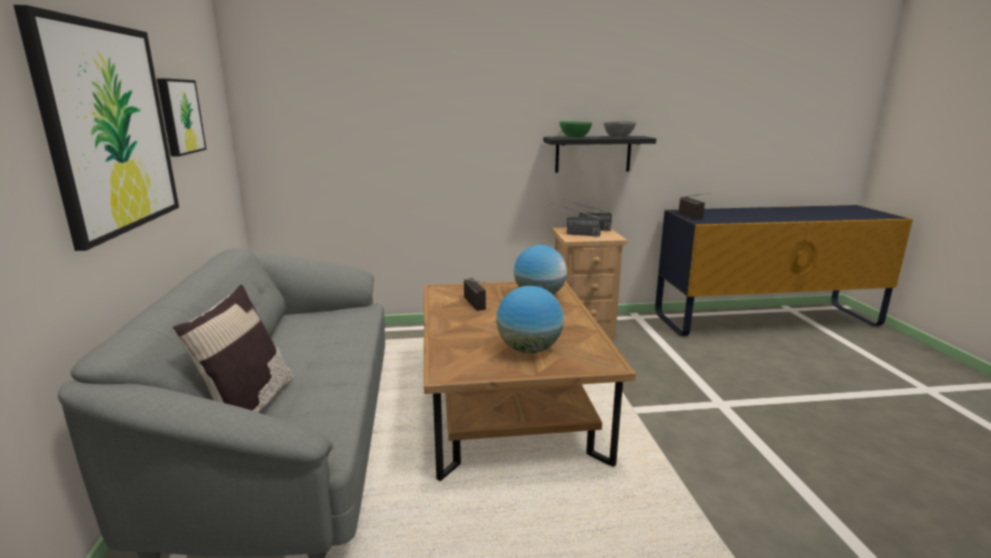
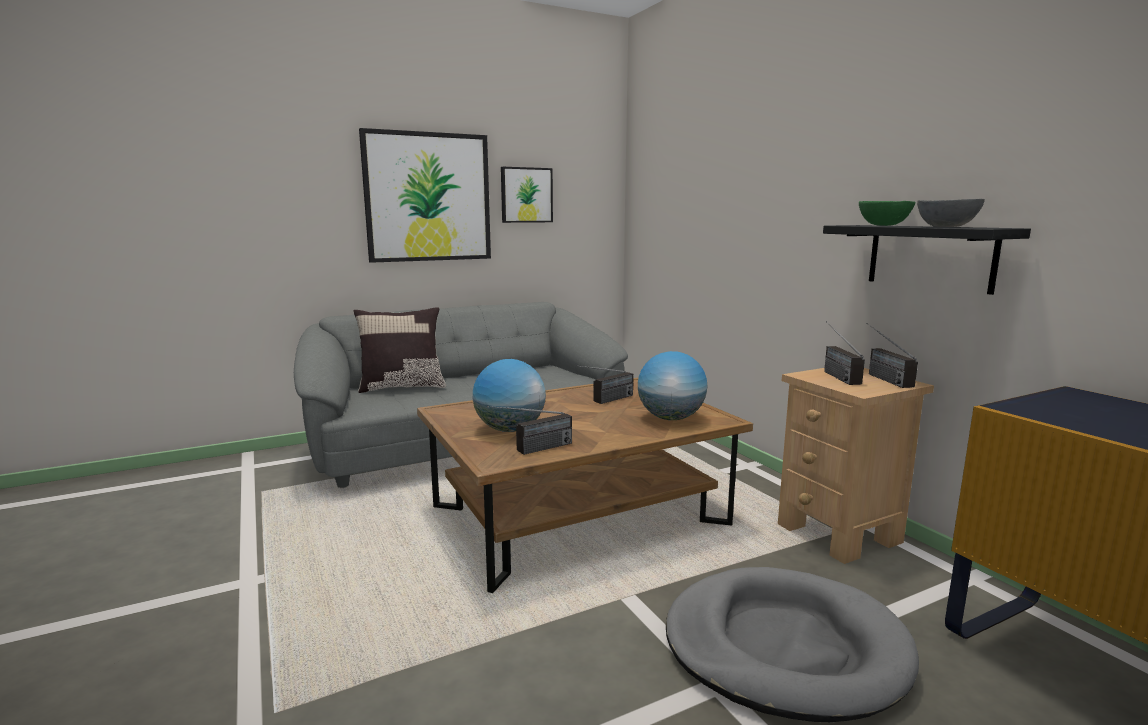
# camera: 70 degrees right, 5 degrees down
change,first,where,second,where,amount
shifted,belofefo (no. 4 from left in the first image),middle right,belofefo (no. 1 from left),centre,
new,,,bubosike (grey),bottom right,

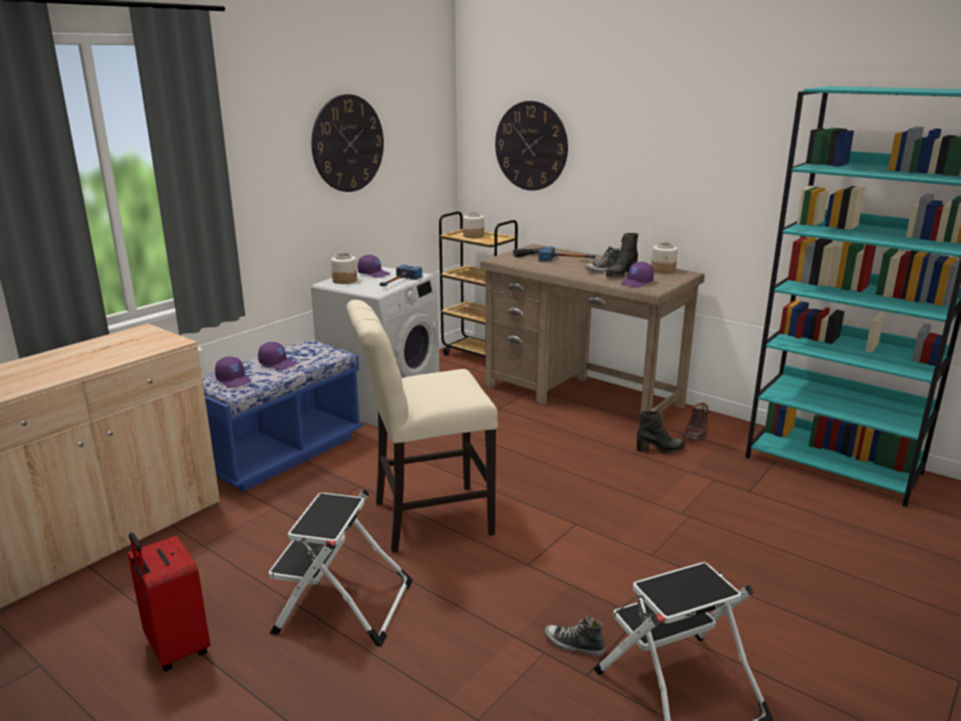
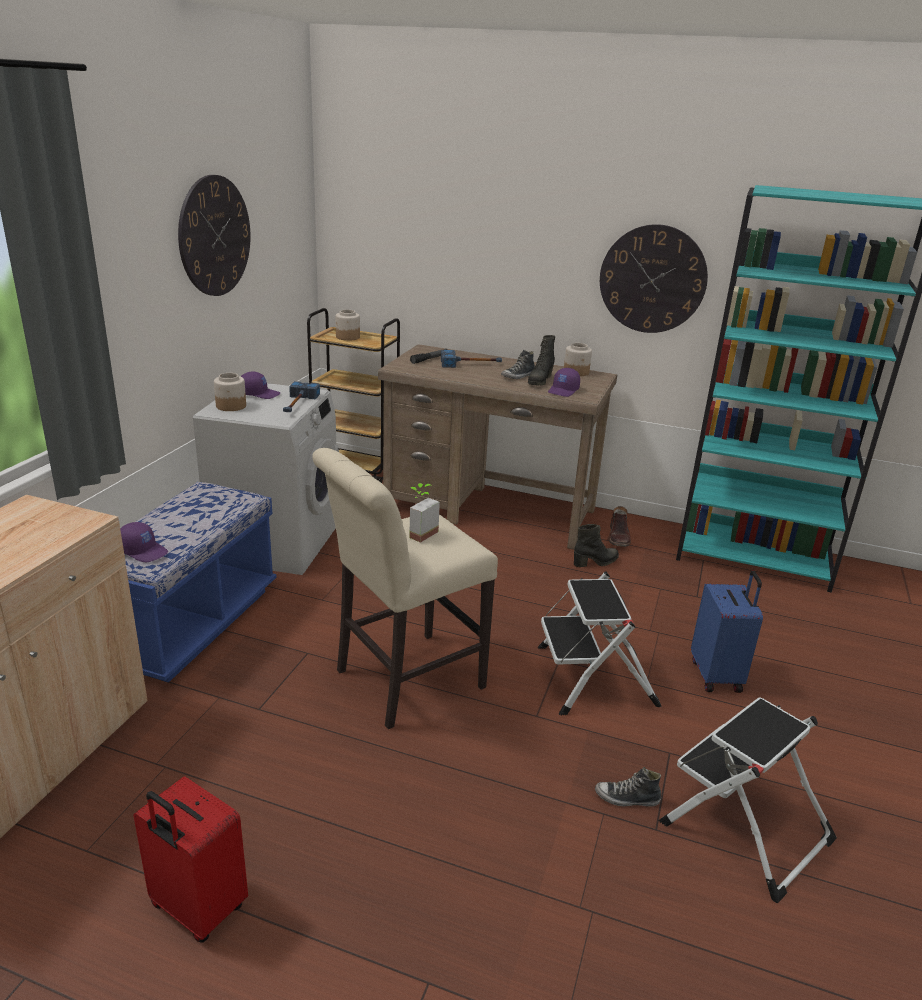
# camera: 20 degrees left, 5 degrees up
change,first,where,second,where,amount
shifted,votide (no. 2 from left),top centre,,top right,
gone,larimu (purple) (no. 2 from left),middle left,,,
shifted,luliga (no. 1 from left),bottom centre,,centre,
new,,,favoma,centre,
new,,,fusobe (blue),middle right,

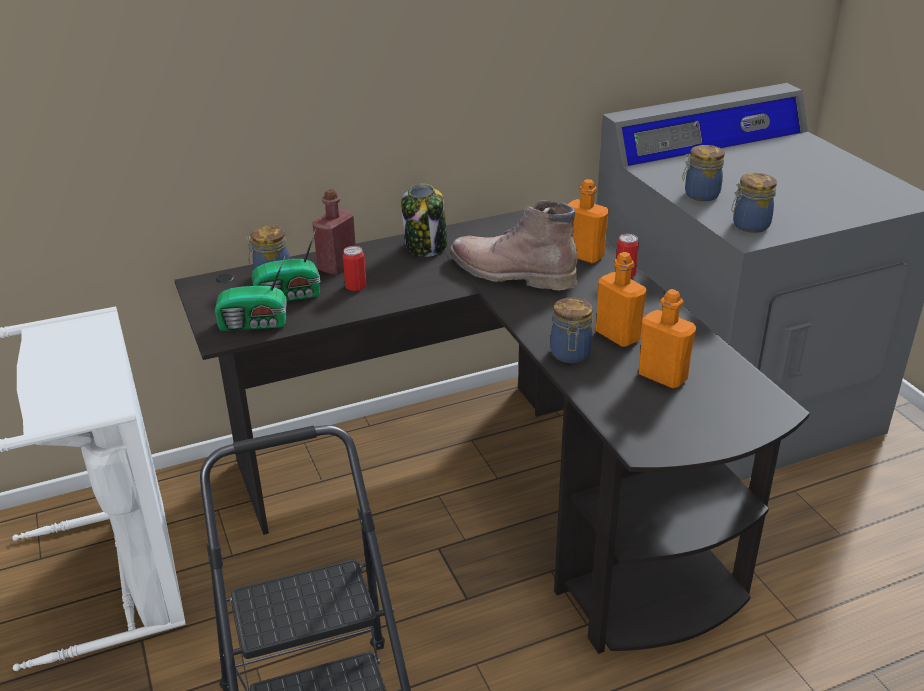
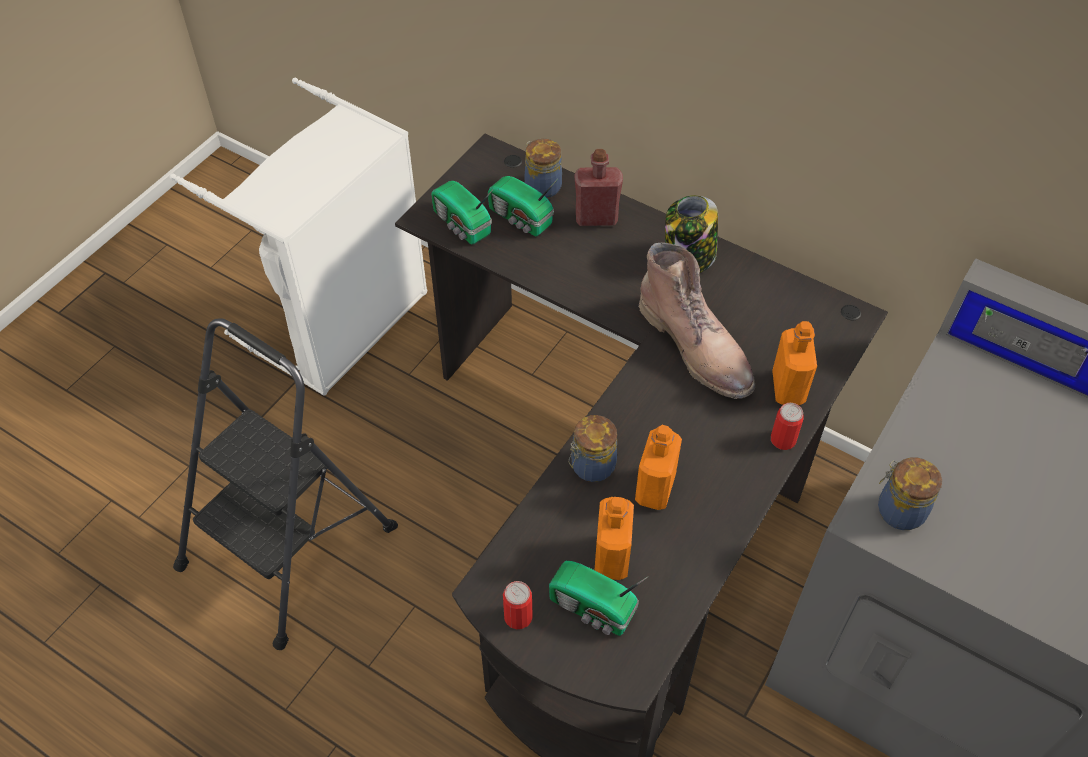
# camera: 55 degrees right, 20 degrees up
change,first,where,second,where,amount
gone,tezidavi (no. 4 from left),top right,,,
rotated,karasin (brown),centre,,centre,150 degrees clockwise
shifted,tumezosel (no. 1 from left),centre,,bottom centre,
new,,,belofefo (no. 3 from left),bottom centre,

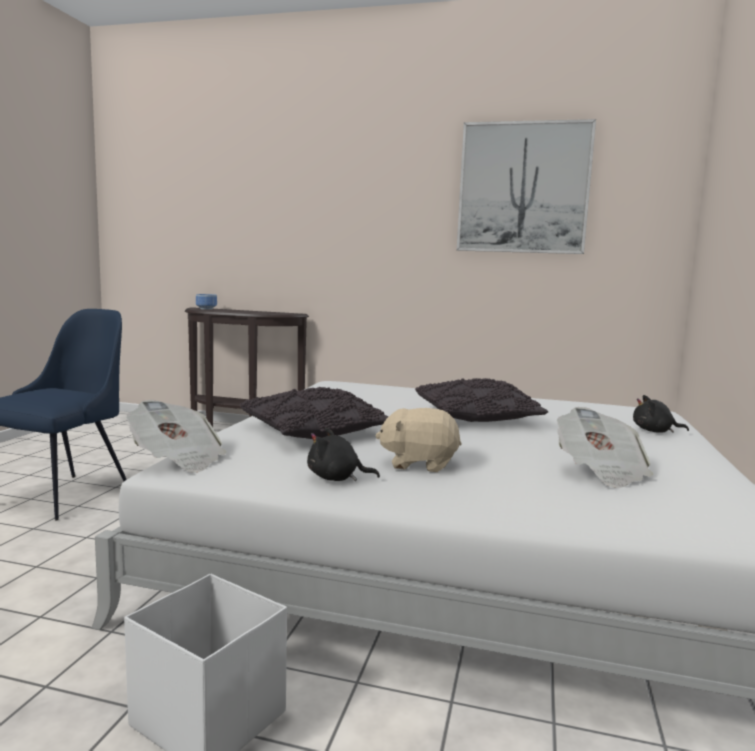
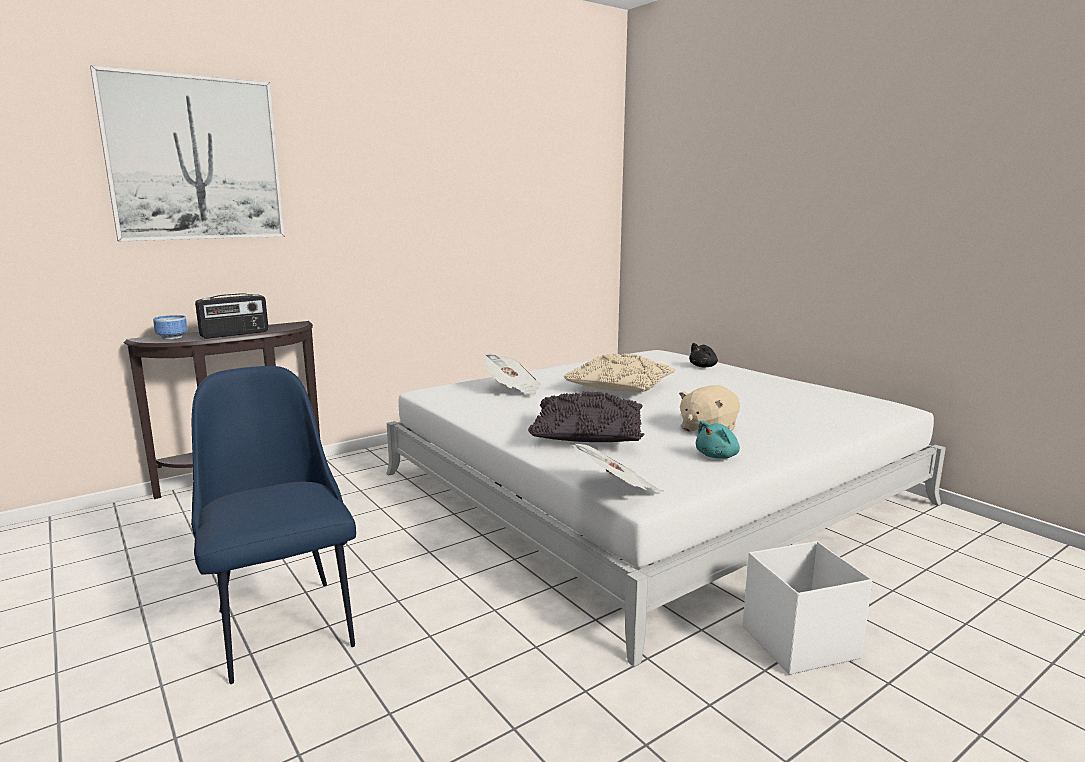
# camera: 50 degrees left, 5 degrees up
change,first,where,second,where,amount
shifted,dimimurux,top right,,top left,
repainted,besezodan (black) (no. 2 from left),centre,besezodan (beige),centre,
shifted,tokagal (no. 2 from left in the first image),middle right,tokagal (no. 1 from left),centre,
repainted,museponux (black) (no. 1 from left),centre,museponux (turquoise),centre,
new,,,belofefo,middle left,

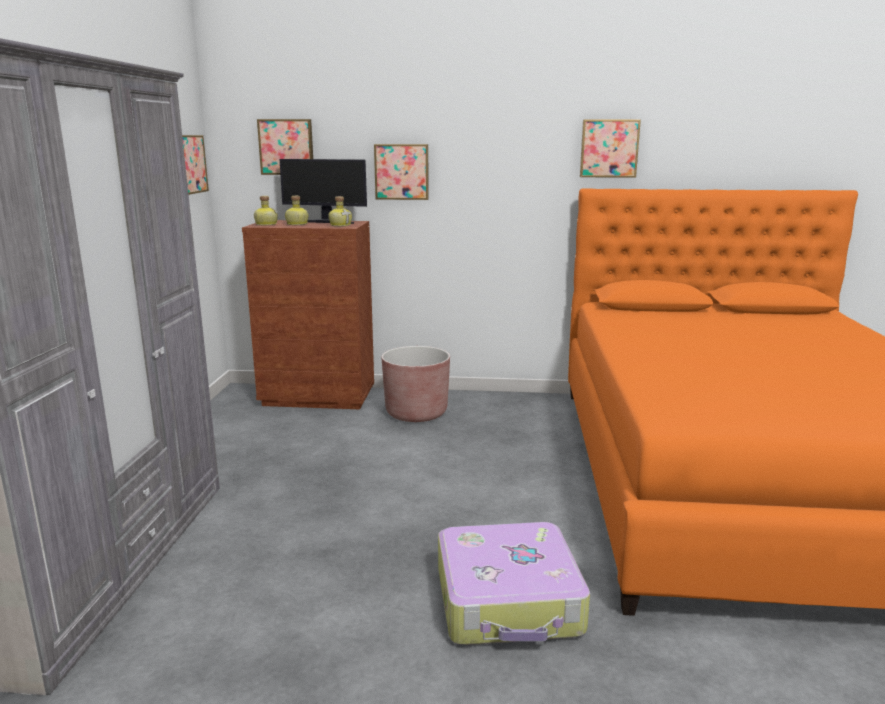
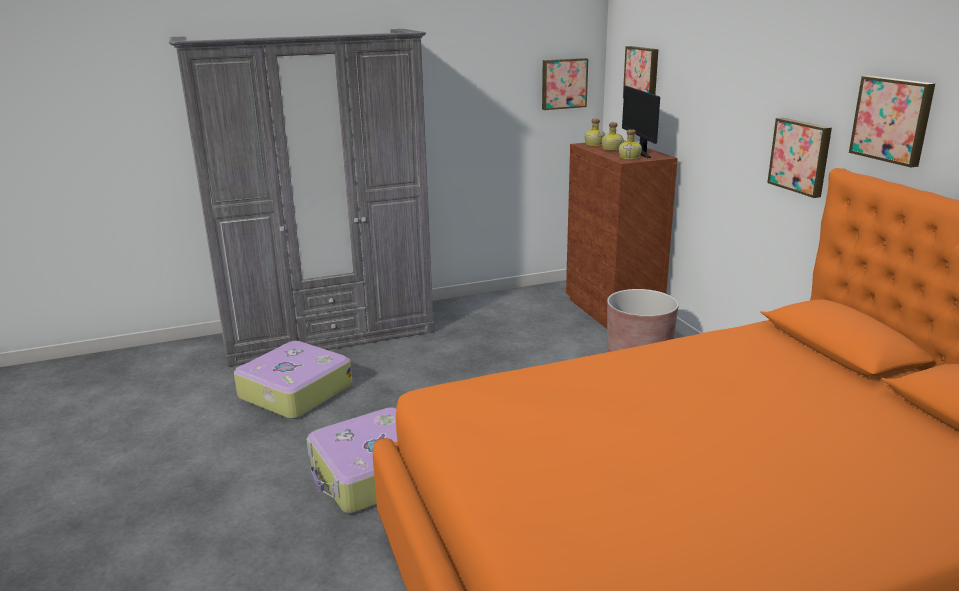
# camera: 65 degrees right, 5 degrees up
change,first,where,second,where,amount
shifted,dimimurux (no. 3 from left),top centre,,top right,
new,,,fusobe (no. 1 from left),middle left,

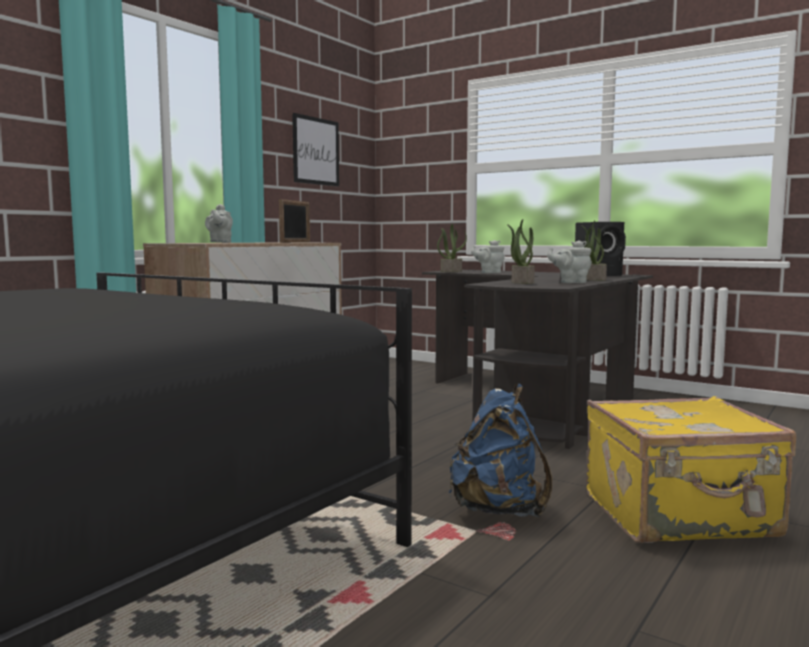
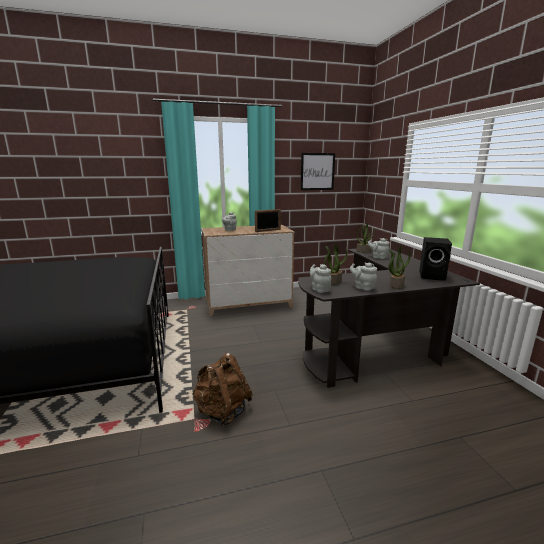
# camera: 40 degrees right, 10 degrees up
change,first,where,second,where,amount
repainted,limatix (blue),bottom centre,limatix (brown),bottom centre,
gone,fusobe (yellow),bottom right,,,
new,,,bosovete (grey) (no. 2 from left),centre,

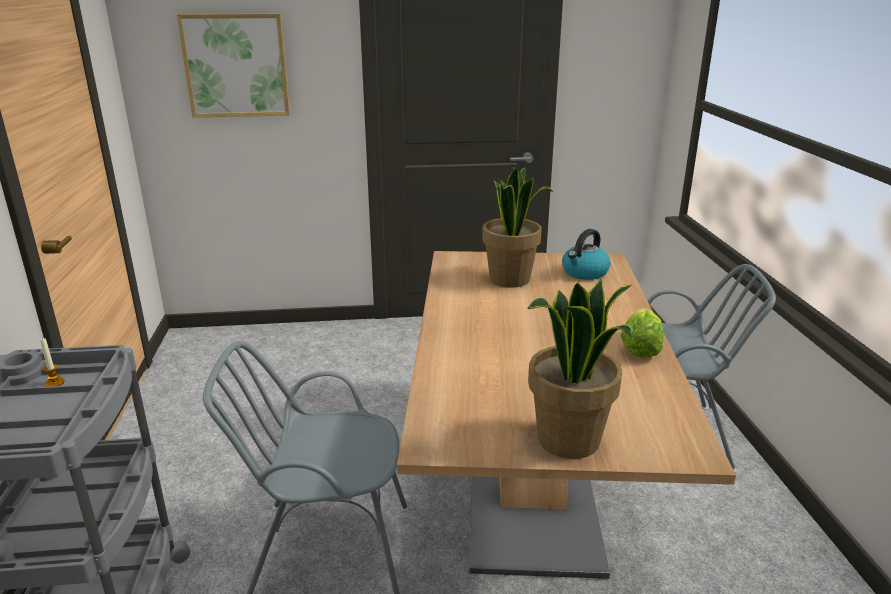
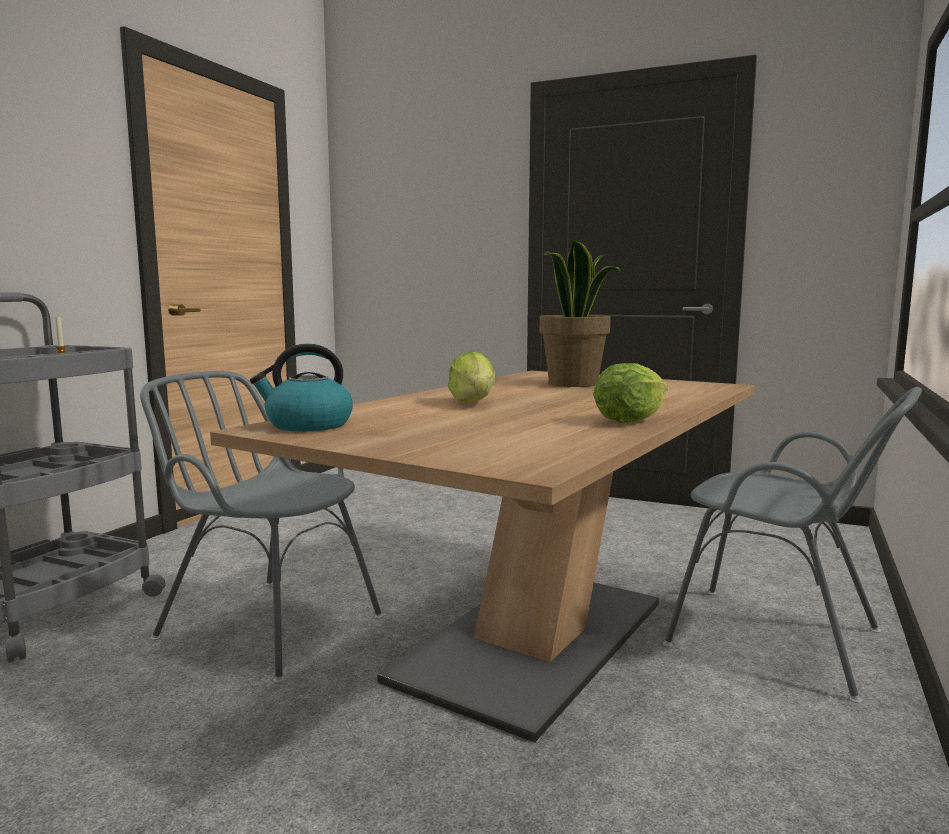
# camera: 30 degrees right, 15 degrees down
change,first,where,second,where,amount
gone,dimimurux,top left,,,
shifted,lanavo,centre,,middle left,
gone,favoma (no. 2 from left),centre,,,
new,,,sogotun (no. 1 from left),centre,

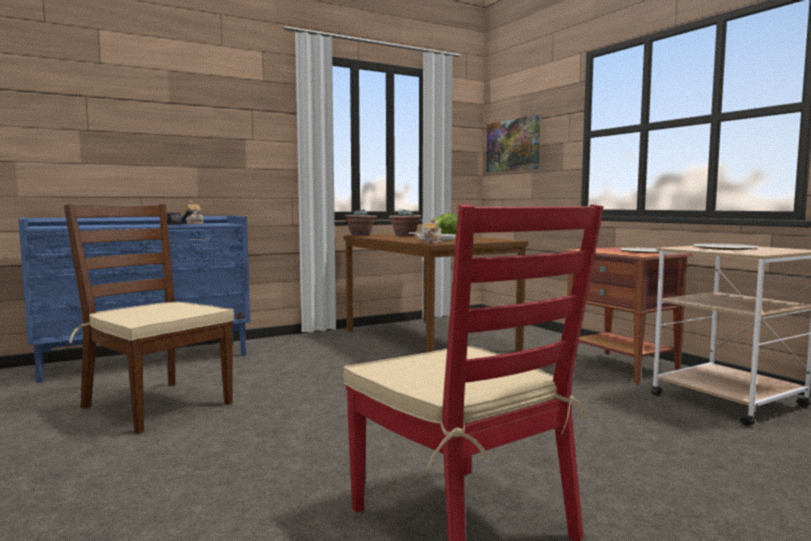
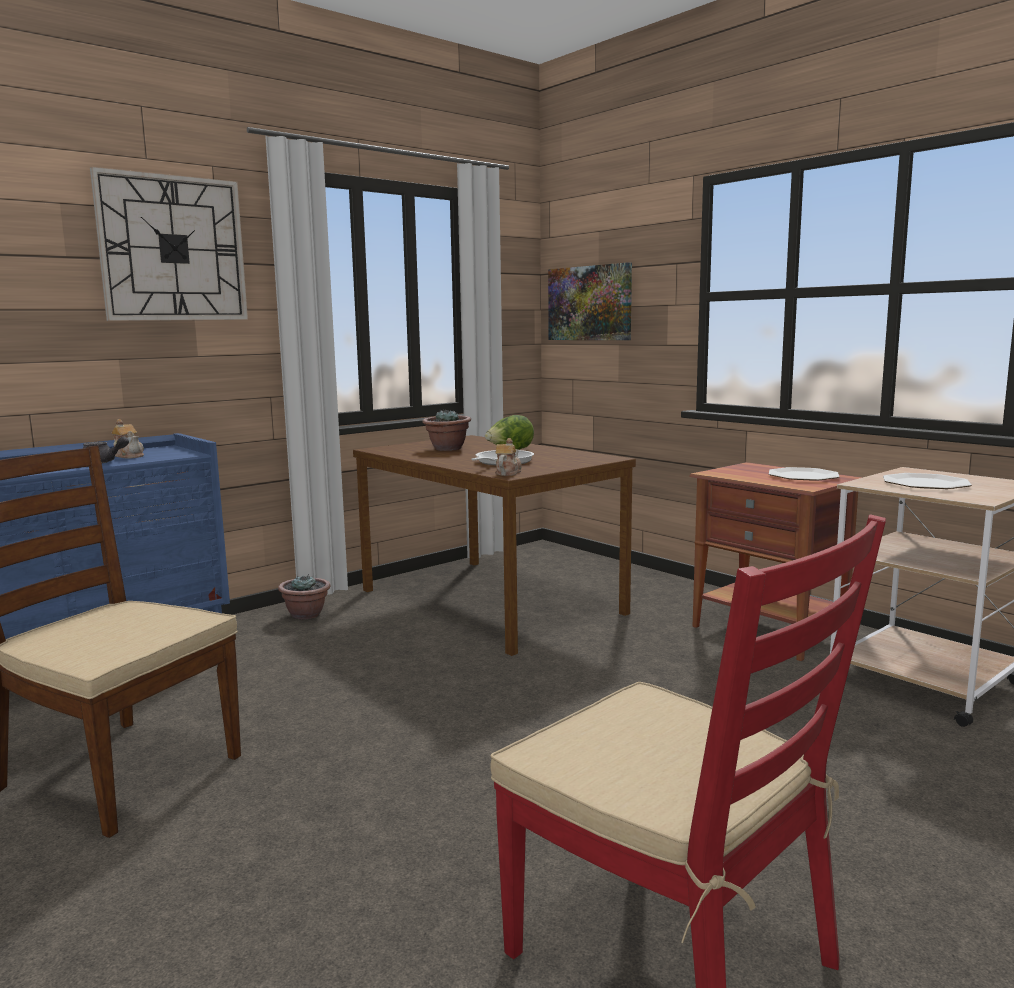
# camera: 10 degrees left, 5 degrees up
change,first,where,second,where,amount
shifted,favoma (no. 1 from left),centre,,middle left,
new,,,votide,top left,

